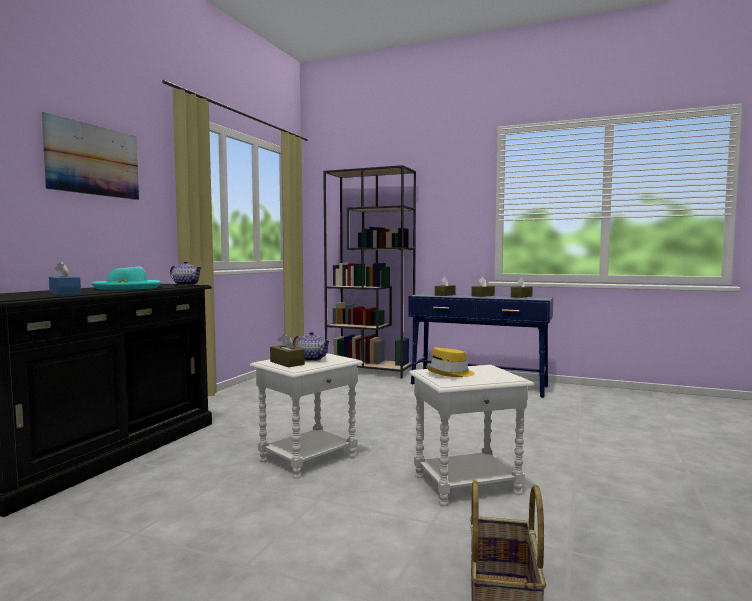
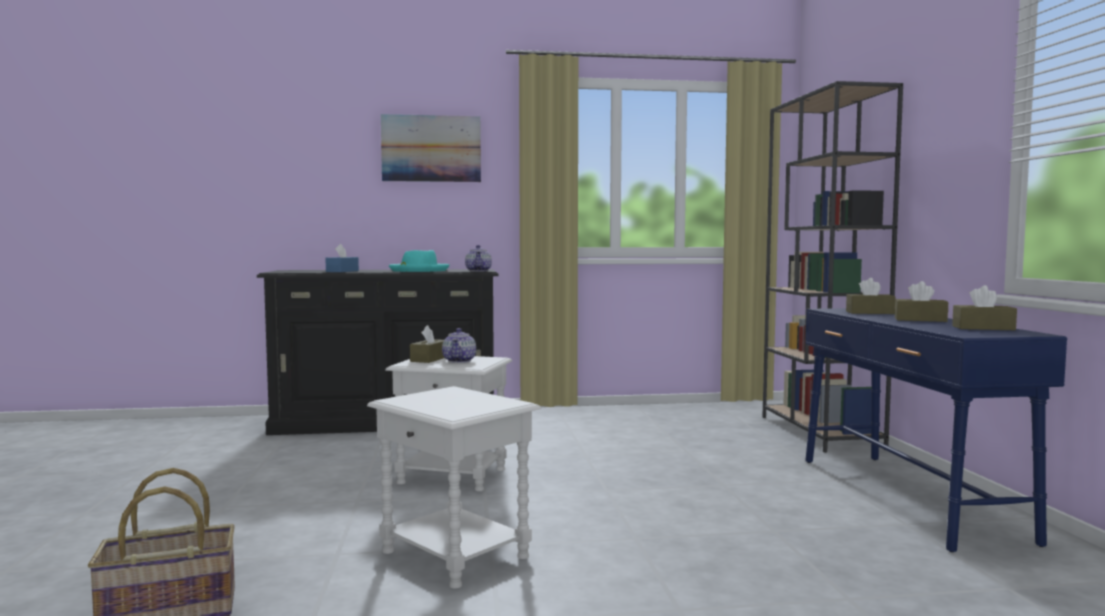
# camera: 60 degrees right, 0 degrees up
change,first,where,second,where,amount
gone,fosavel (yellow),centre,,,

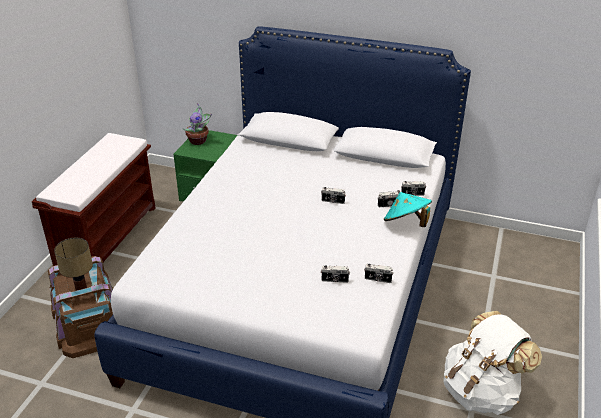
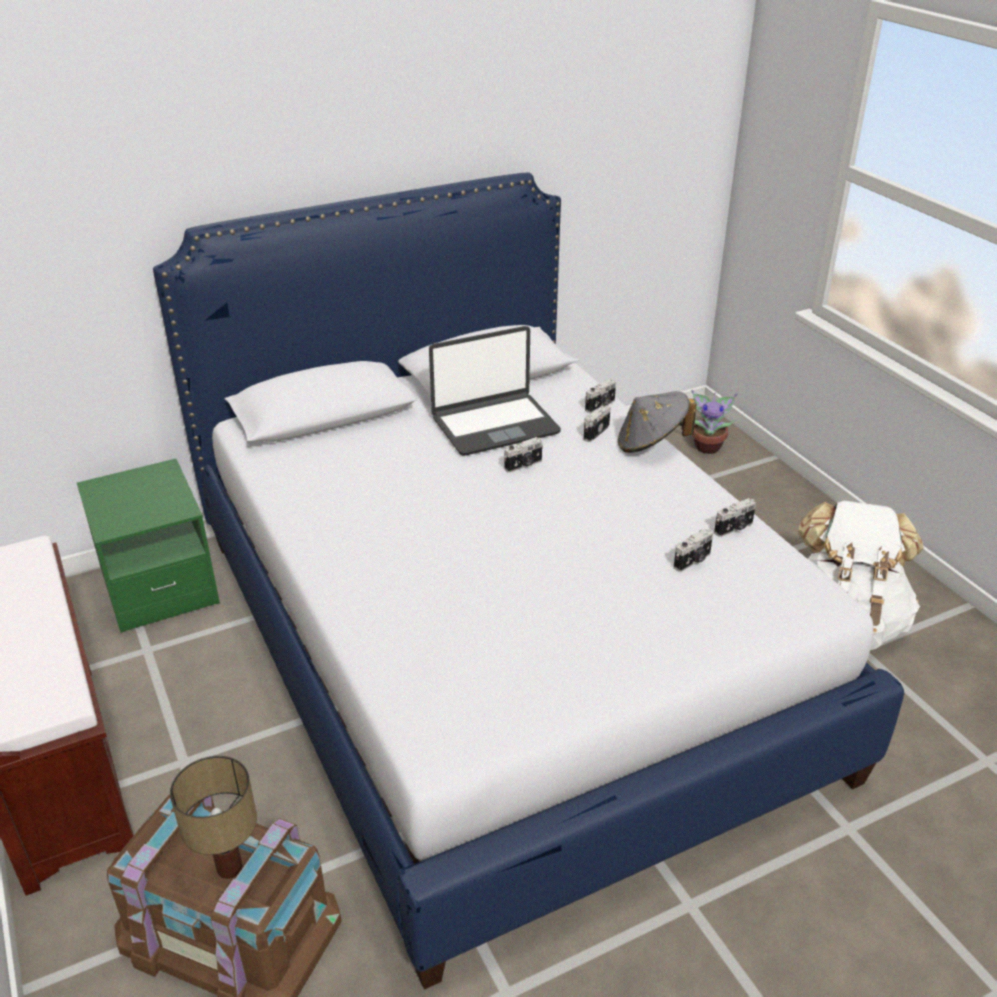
# camera: 45 degrees left, 0 degrees up
change,first,where,second,where,amount
shifted,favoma,top left,,middle right,
repainted,fosavel (turquoise),middle right,fosavel (grey),centre,
new,,,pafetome,centre,

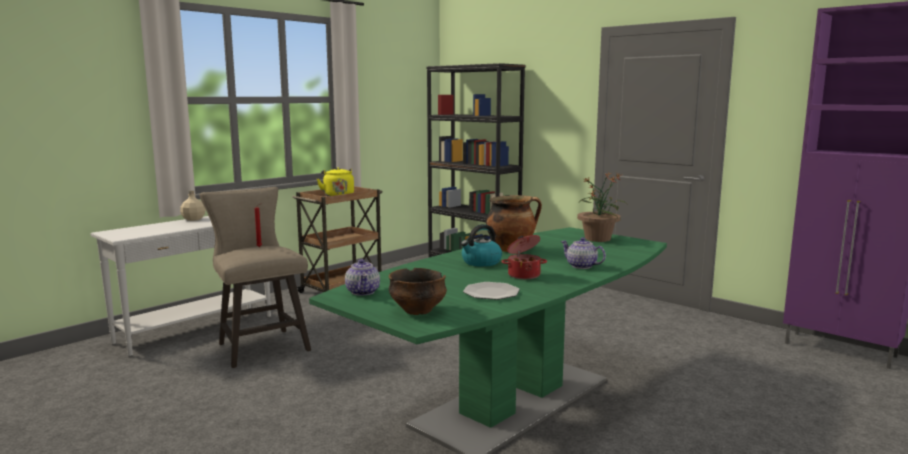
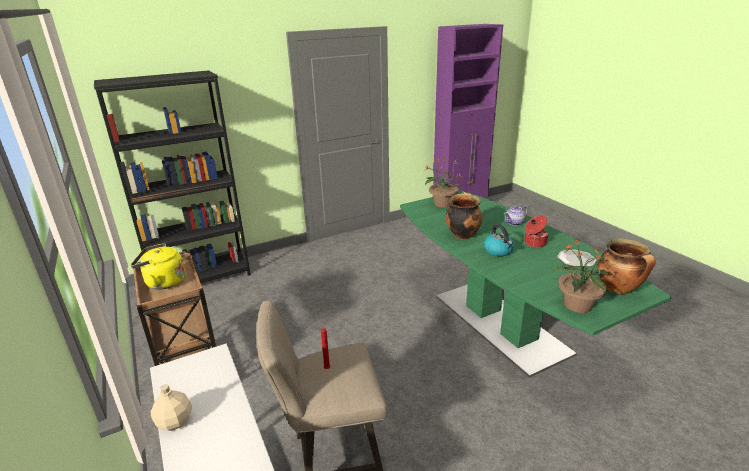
# camera: 70 degrees left, 15 degrees up
change,first,where,second,where,amount
swapped,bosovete (no. 1 from left),centre,favoma (no. 2 from left),middle right,
swapped,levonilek,centre,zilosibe (no. 3 from left),middle right,

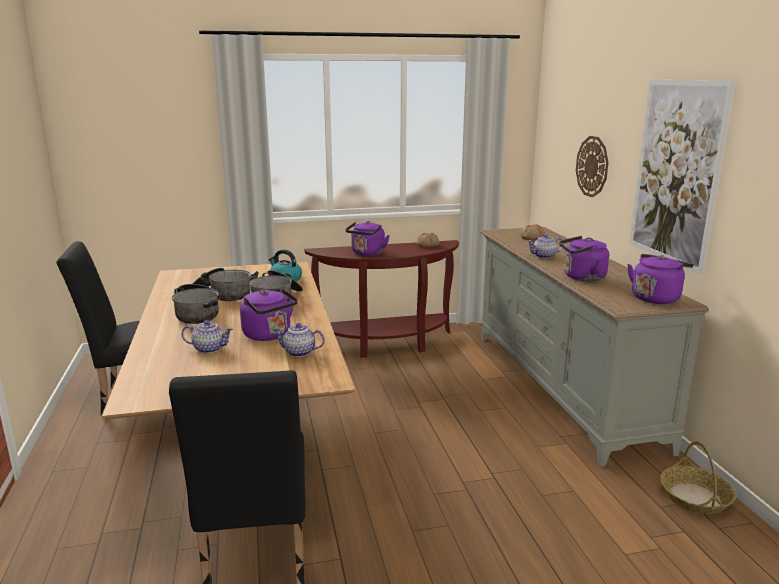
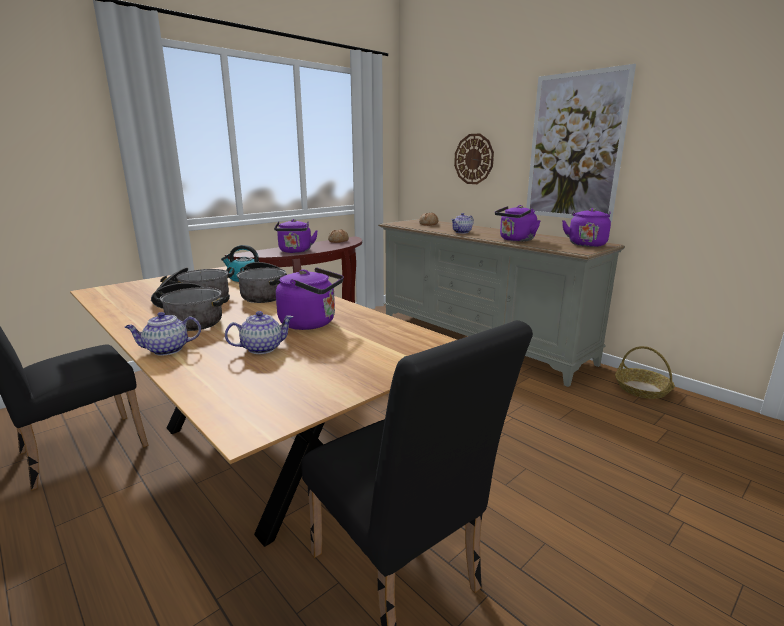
# camera: 30 degrees left, 0 degrees up
change,first,where,second,where,amount
shifted,bosovete (no. 2 from left in the first image),centre,bosovete (no. 1 from left),middle left,

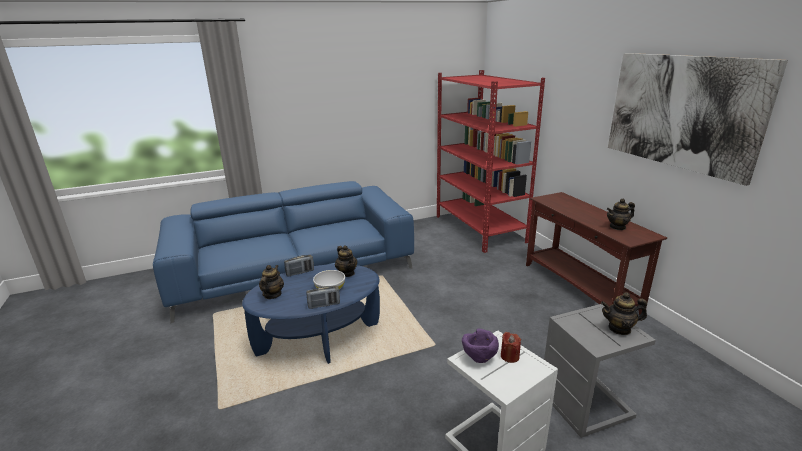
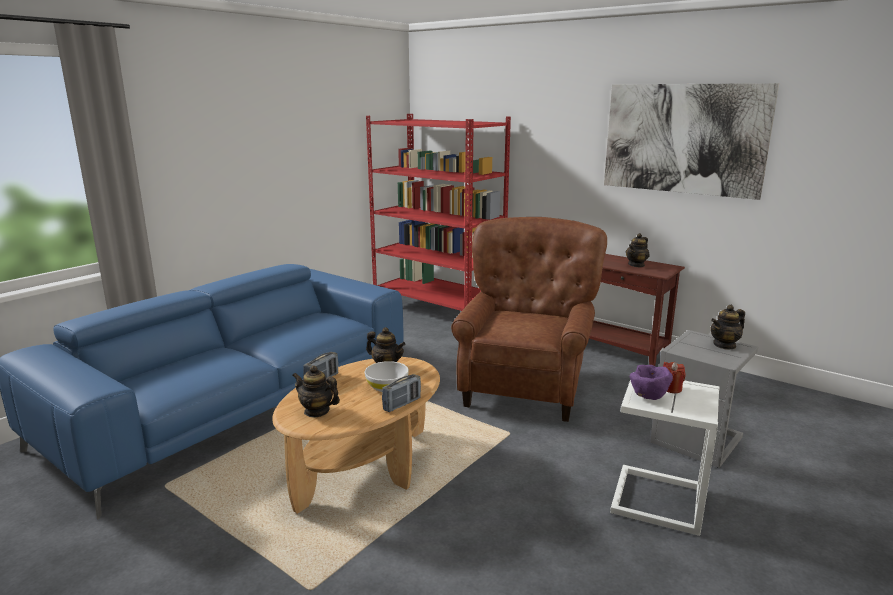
# camera: 30 degrees left, 5 degrees down
change,first,where,second,where,amount
repainted,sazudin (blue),bottom centre,sazudin (brown),bottom centre,
rotated,bosovete (no. 1 from left),centre,,centre,45 degrees counterclockwise
new,,,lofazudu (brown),centre,

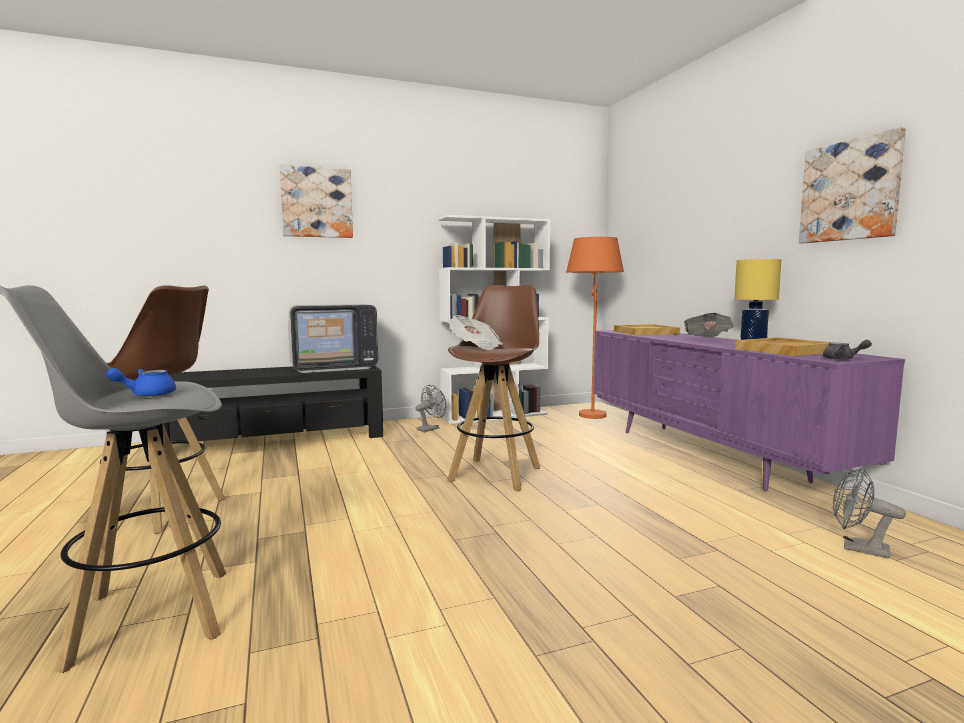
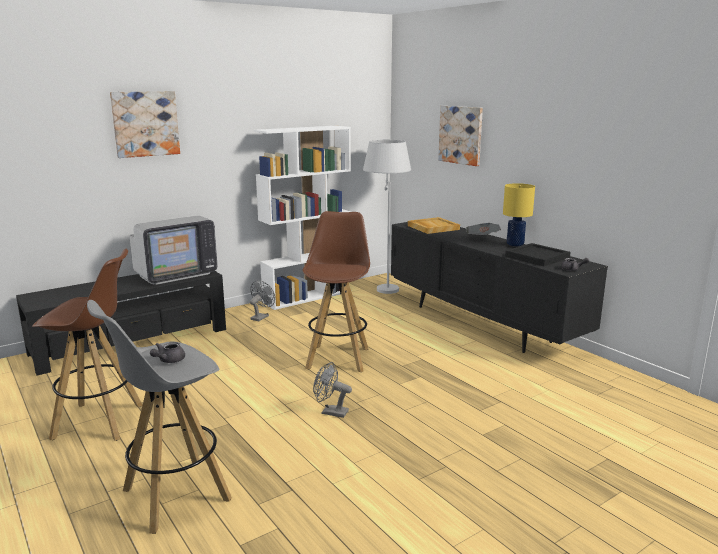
# camera: 15 degrees left, 10 degrees up
change,first,where,second,where,amount
shifted,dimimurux (no. 2 from left),top right,,top centre,
repainted,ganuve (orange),centre,ganuve (white),centre,
gone,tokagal (no. 1 from left),centre,,,
repainted,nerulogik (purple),middle right,nerulogik (black),middle right,
repainted,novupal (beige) (no. 2 from left),middle right,novupal (black),middle right,
repainted,bosovete (blue),middle left,bosovete (grey) (no. 1 from left),middle left,
shifted,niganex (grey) (no. 2 from left),bottom right,,bottom centre,

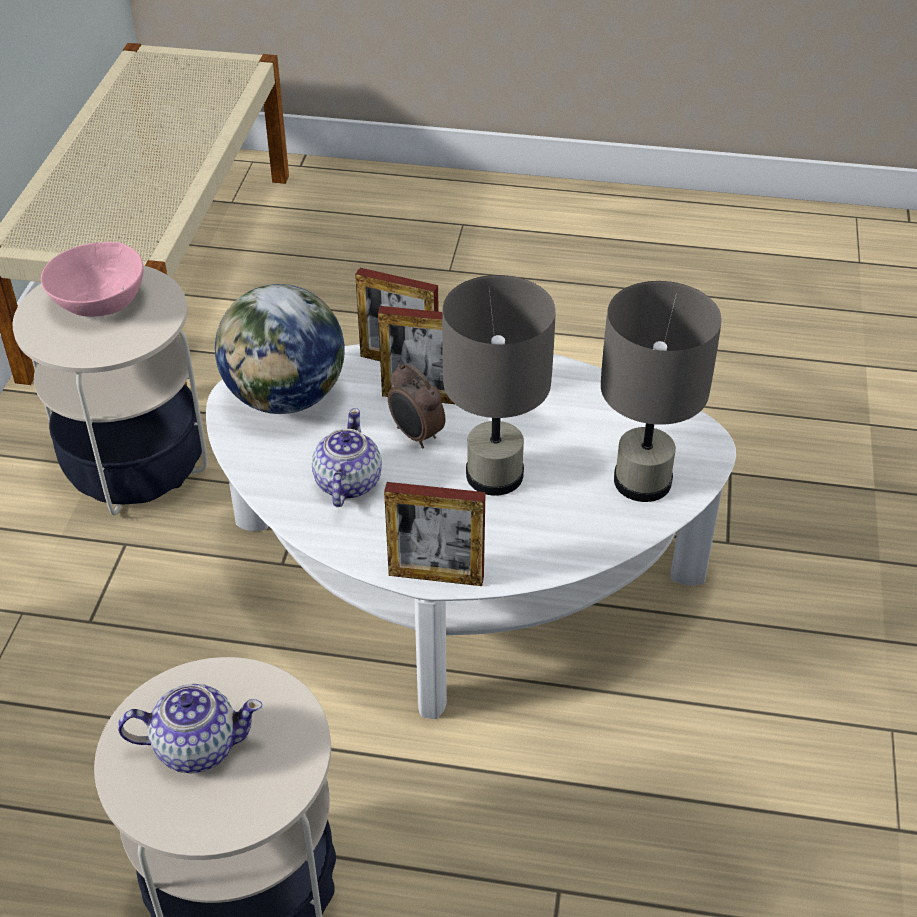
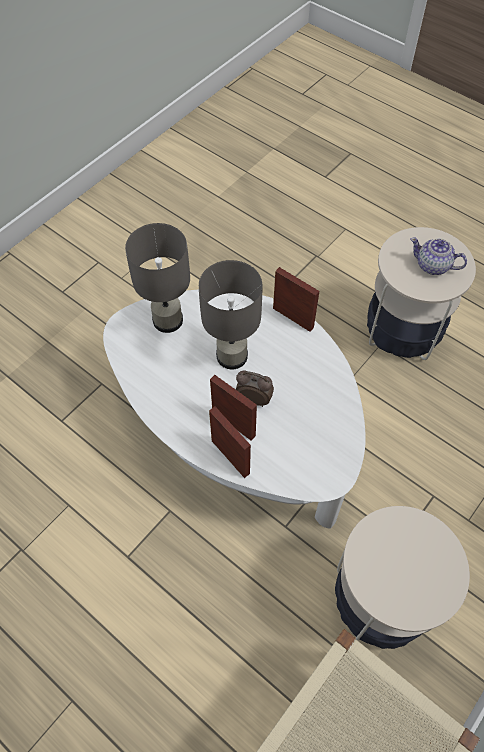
# camera: 150 degrees left, 15 degrees up
change,first,where,second,where,amount
gone,levonilek (pink),top left,,,
gone,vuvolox,middle left,,,
rotated,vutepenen,centre,,centre,60 degrees counterclockwise
gone,bosovete (no. 2 from left),centre,,,

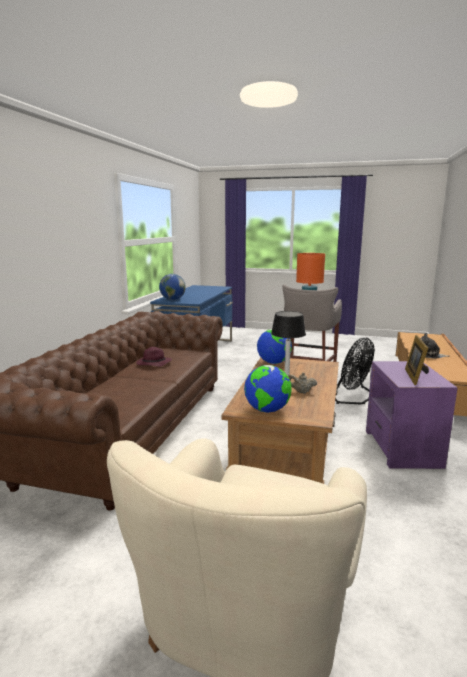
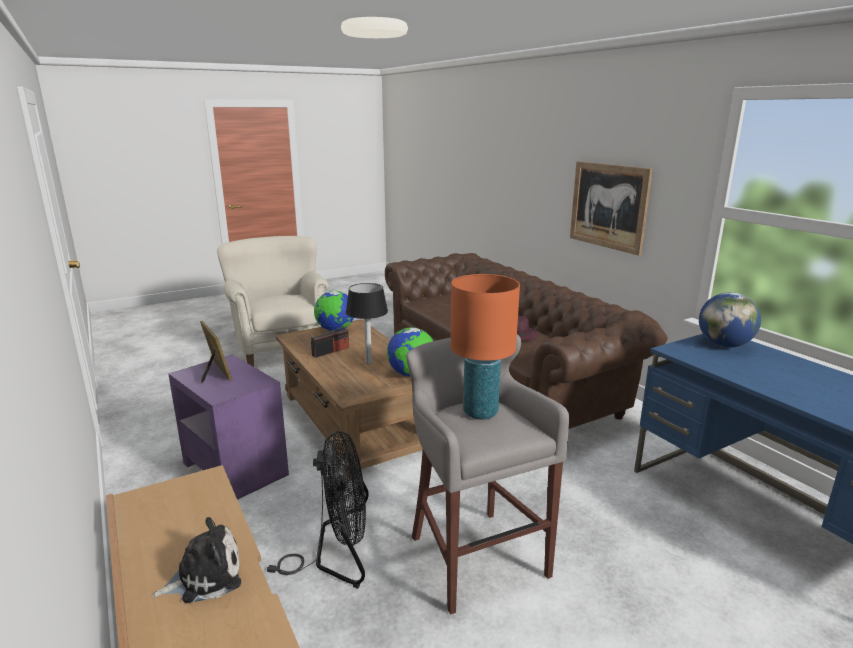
# camera: 135 degrees right, 5 degrees up
change,first,where,second,where,amount
swapped,bosovete (beige),centre,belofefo,centre,
new,,,dimimurux,top right,

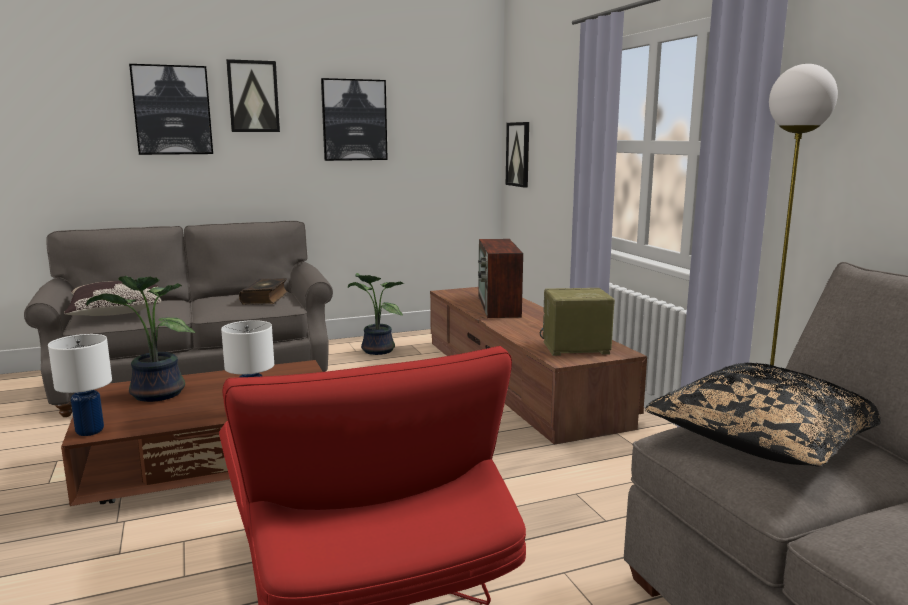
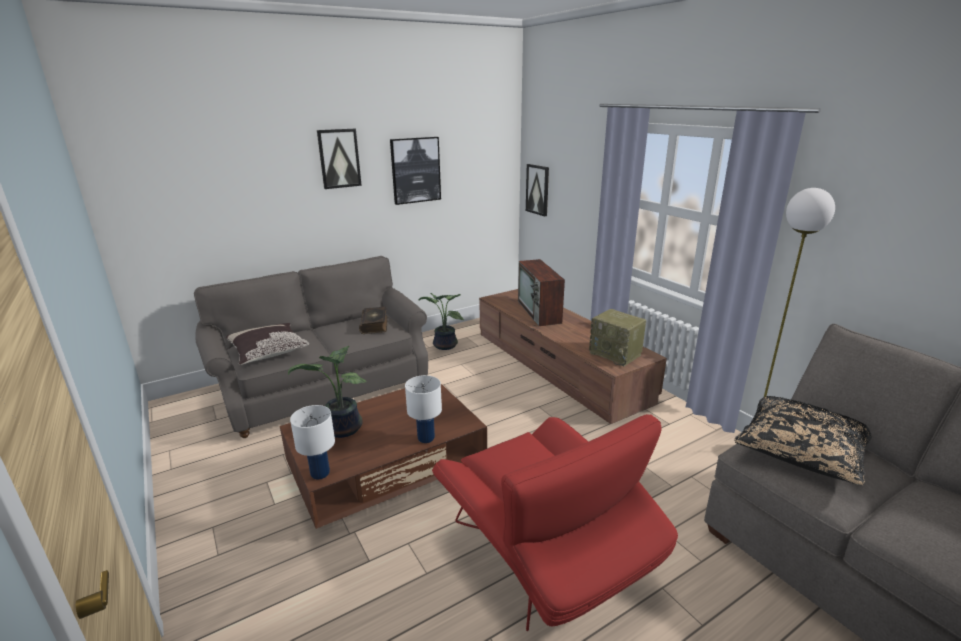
# camera: 10 degrees left, 10 degrees up
change,first,where,second,where,amount
gone,dimimurux (no. 1 from left),top left,,,
rotated,belofefo,centre,,centre,120 degrees counterclockwise

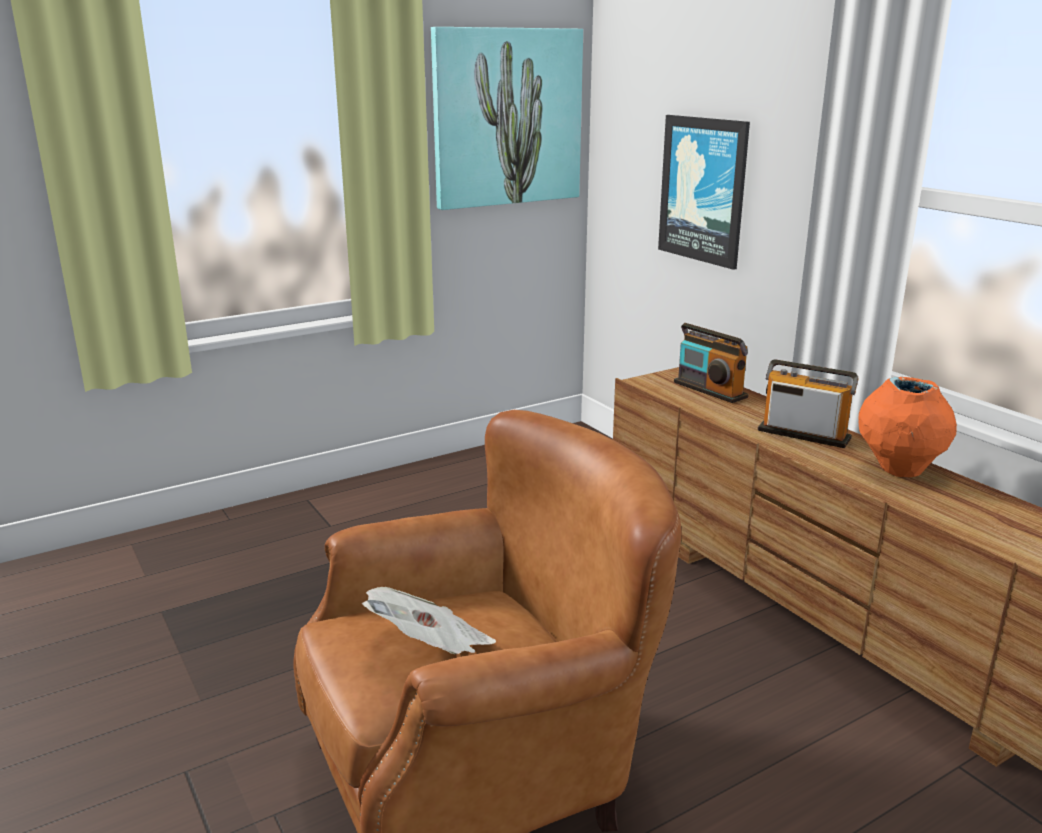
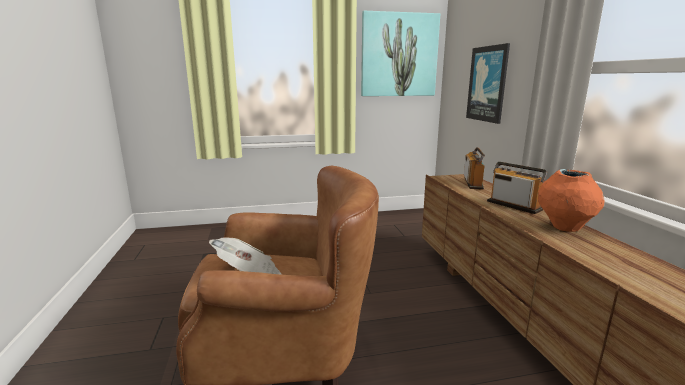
# camera: 20 degrees right, 5 degrees down
change,first,where,second,where,amount
rotated,belofefo (no. 1 from left),middle right,,middle right,150 degrees counterclockwise

